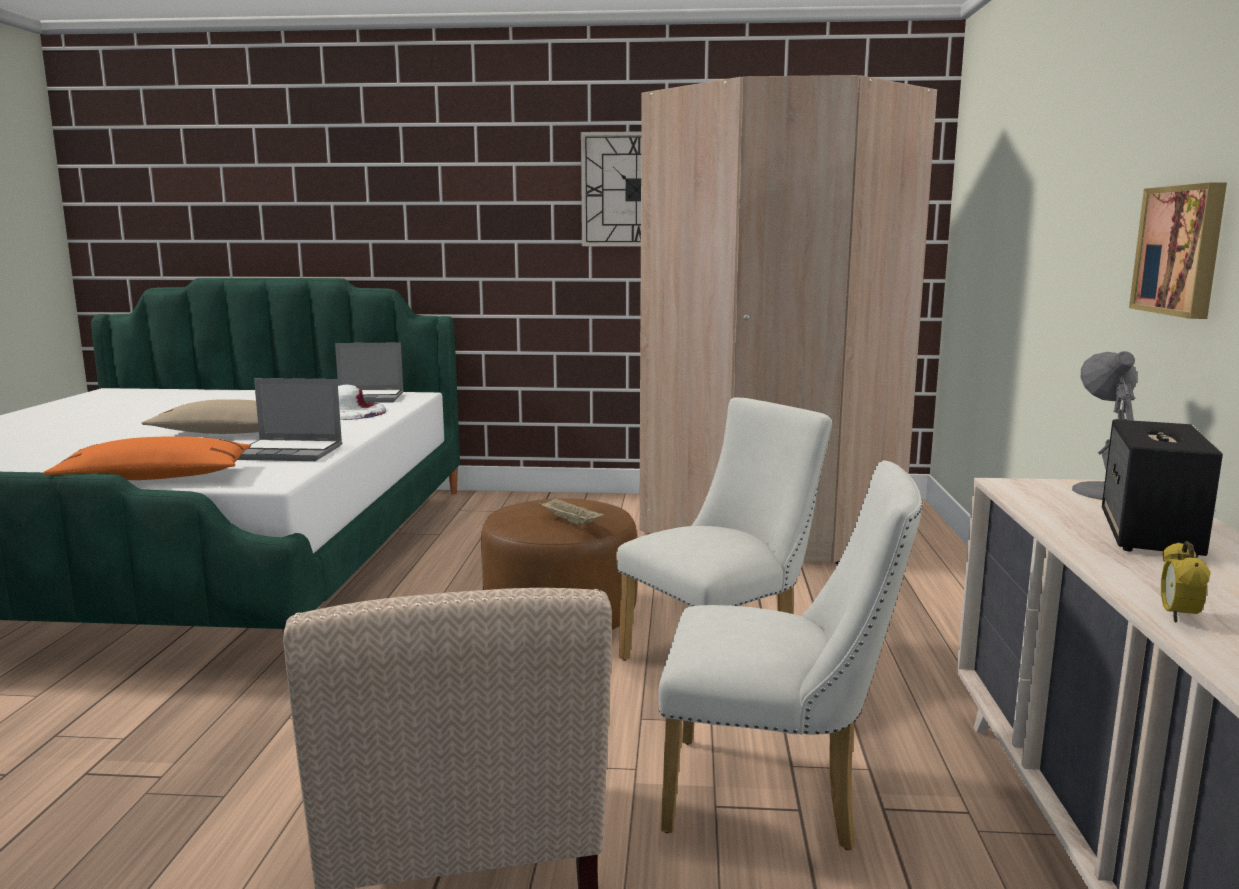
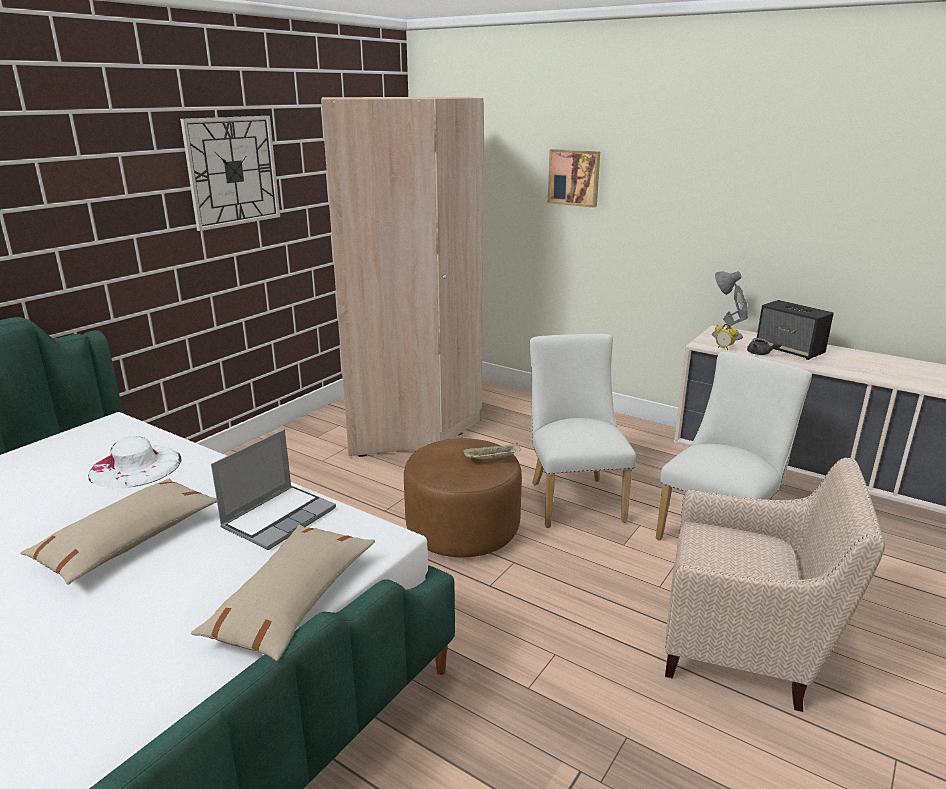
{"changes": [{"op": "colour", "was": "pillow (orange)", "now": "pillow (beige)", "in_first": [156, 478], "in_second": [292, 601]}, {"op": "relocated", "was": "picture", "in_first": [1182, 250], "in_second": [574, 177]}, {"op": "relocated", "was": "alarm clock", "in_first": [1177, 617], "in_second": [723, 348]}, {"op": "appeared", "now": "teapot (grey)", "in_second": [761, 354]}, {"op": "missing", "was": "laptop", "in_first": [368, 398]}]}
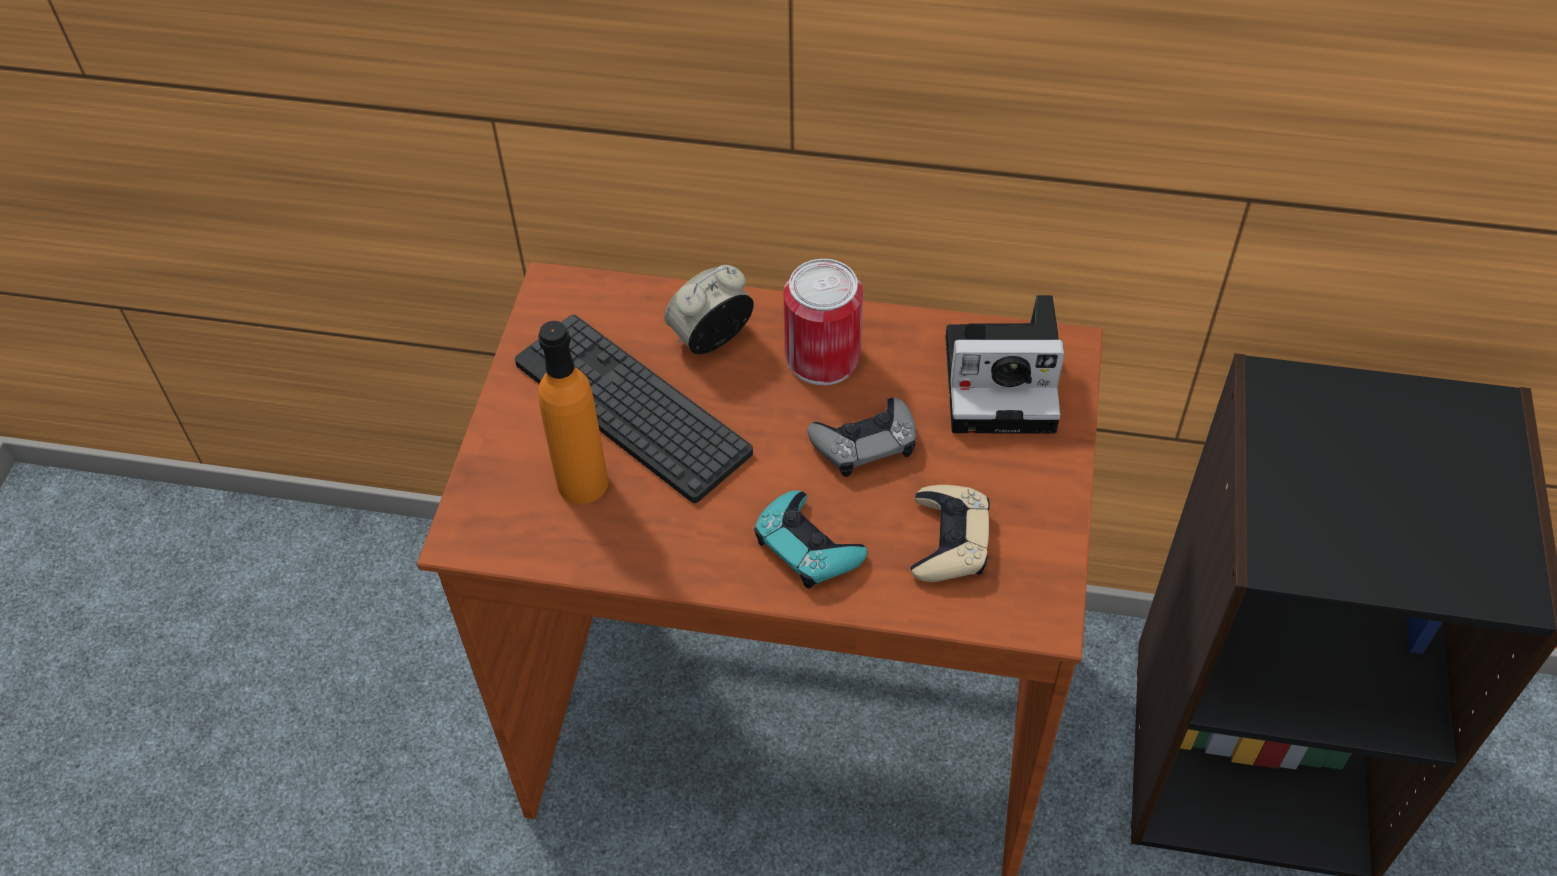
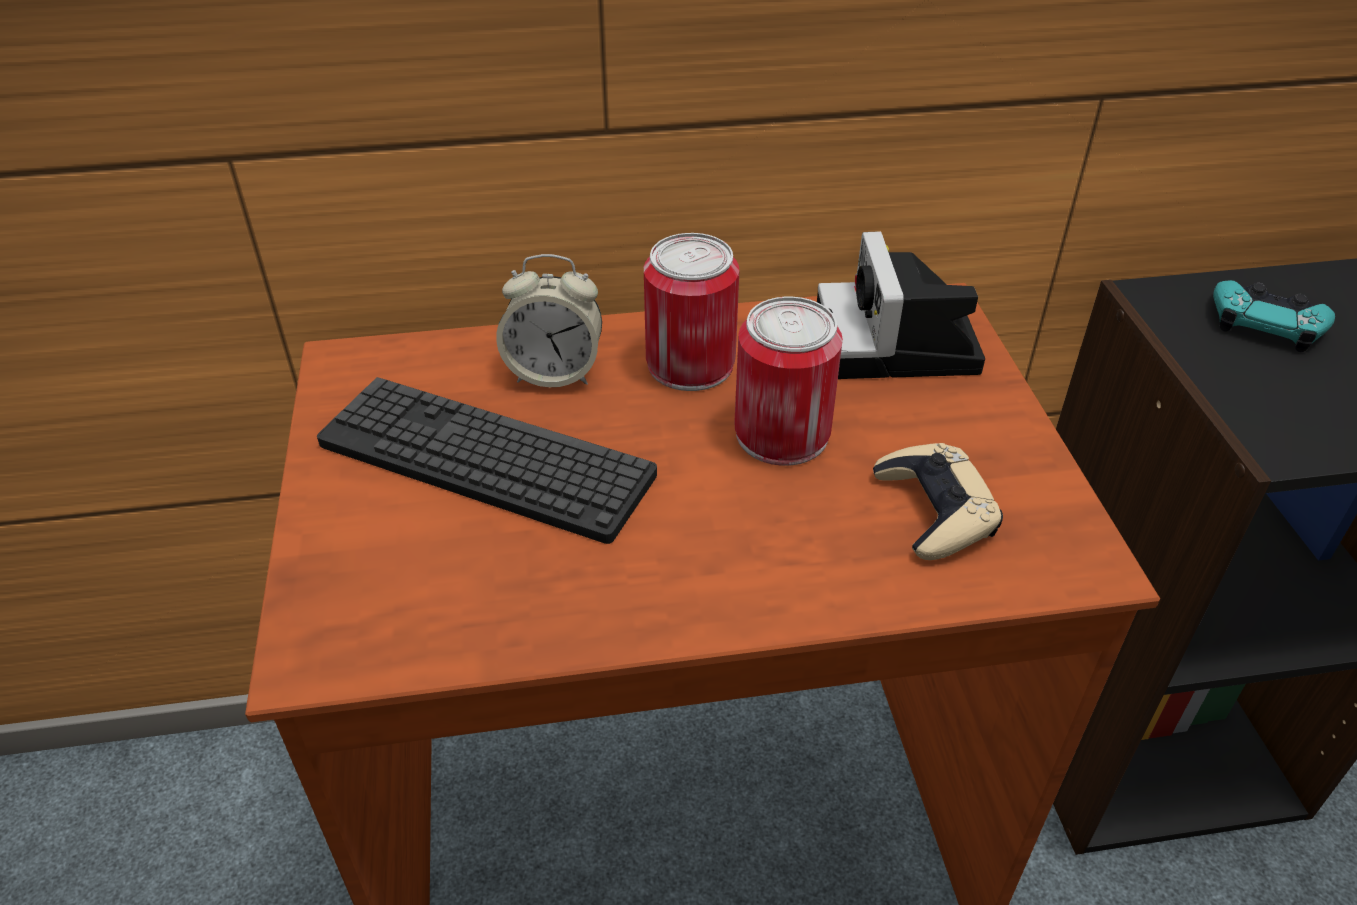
{"changes": [{"op": "spun", "was": "alarm clock", "in_first": [711, 339], "in_second": [554, 372], "clockwise": -120}, {"op": "exchanged", "was": "game controller (grey)", "now": "can", "in_first": [865, 442], "in_second": [782, 434]}, {"op": "spun", "was": "photo camera", "in_first": [1005, 381], "in_second": [899, 345], "clockwise": 105}, {"op": "relocated", "was": "game controller (turquoise)", "in_first": [807, 546], "in_second": [1266, 323]}, {"op": "missing", "was": "bottle (orange)", "in_first": [582, 483]}]}
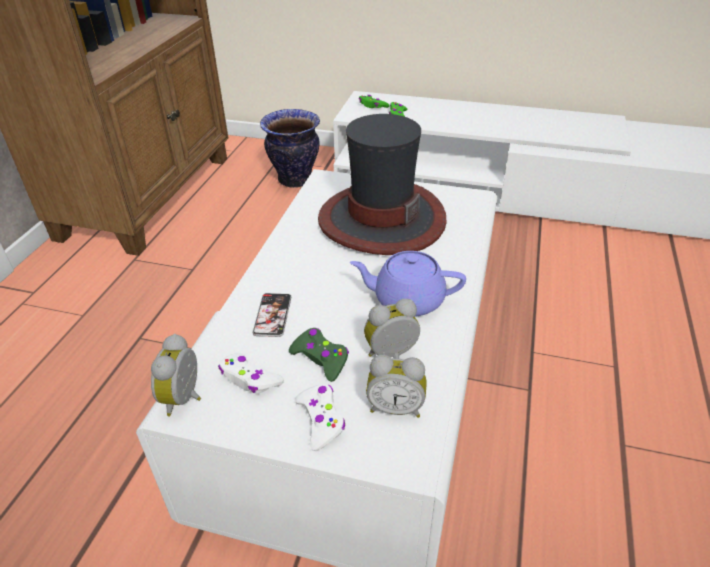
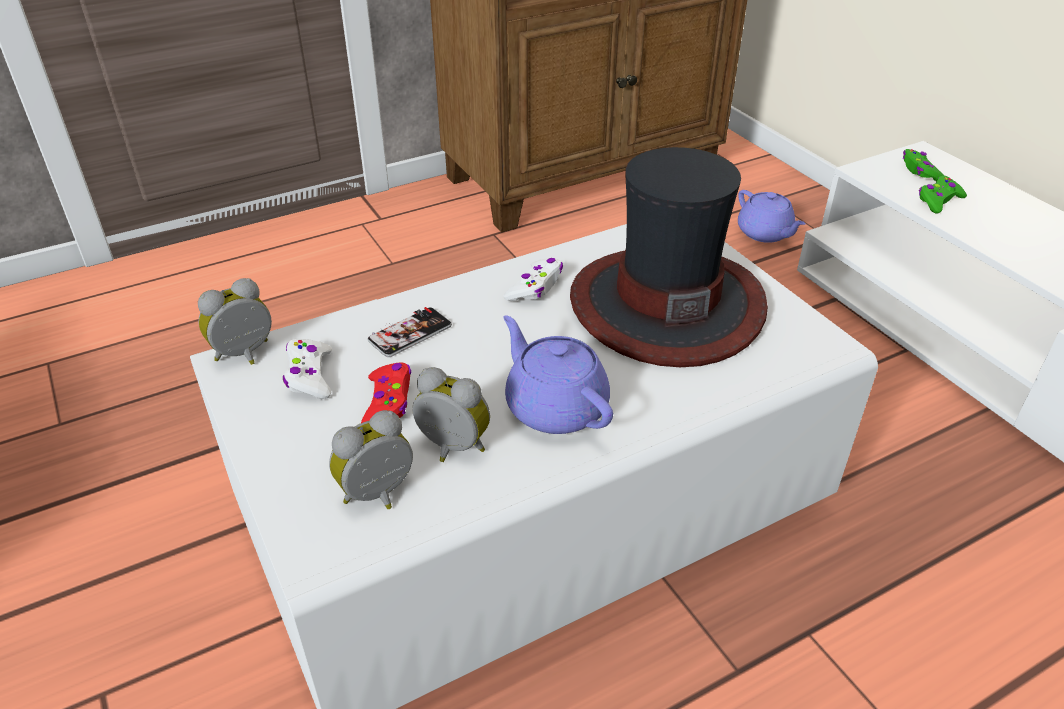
{"changes": [{"op": "spun", "was": "alarm clock", "in_first": [395, 407], "in_second": [379, 496], "clockwise": 90}, {"op": "colour", "was": "game controller (green)", "now": "game controller (red)", "in_first": [321, 358], "in_second": [388, 402]}, {"op": "relocated", "was": "game controller (white)", "in_first": [321, 420], "in_second": [535, 287]}, {"op": "exchanged", "was": "vase", "now": "teapot (purple)", "in_first": [294, 180], "in_second": [765, 233]}]}
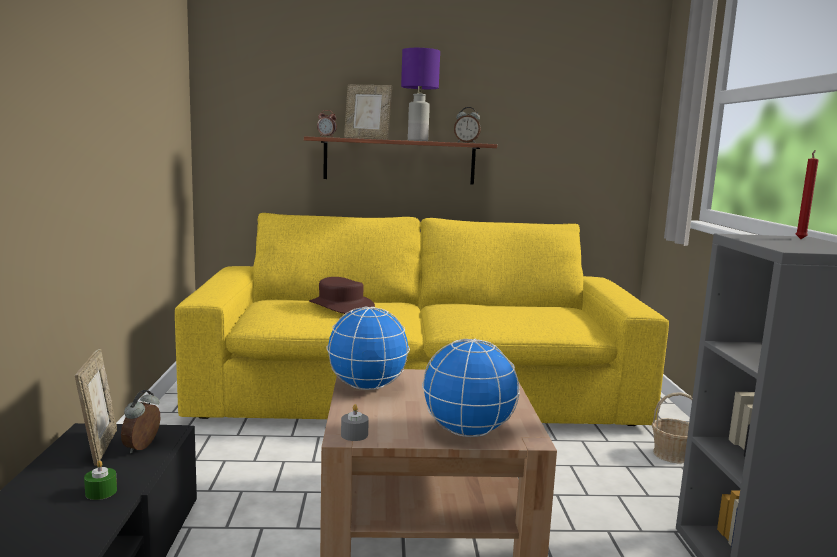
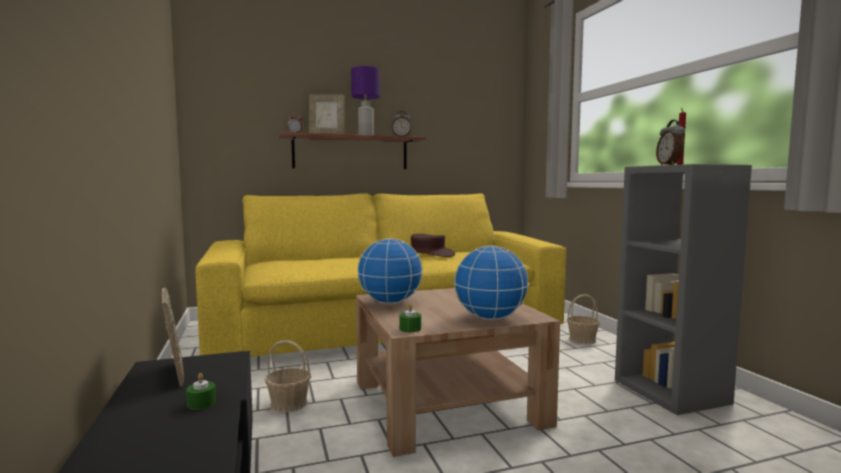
{"changes": [{"op": "appeared", "now": "basket", "in_second": [289, 404]}, {"op": "colour", "was": "candle (grey)", "now": "candle (green)", "in_first": [354, 435], "in_second": [410, 329]}, {"op": "relocated", "was": "hat (brown)", "in_first": [341, 307], "in_second": [428, 254]}, {"op": "relocated", "was": "alarm clock", "in_first": [143, 447], "in_second": [669, 165]}]}
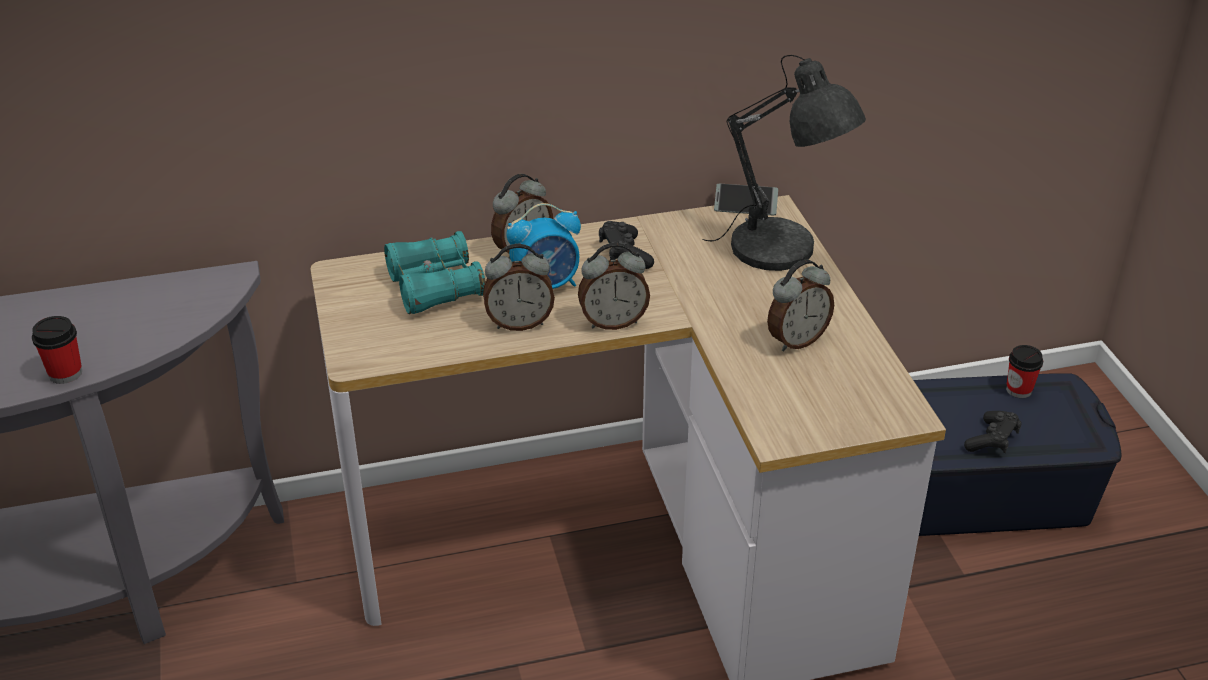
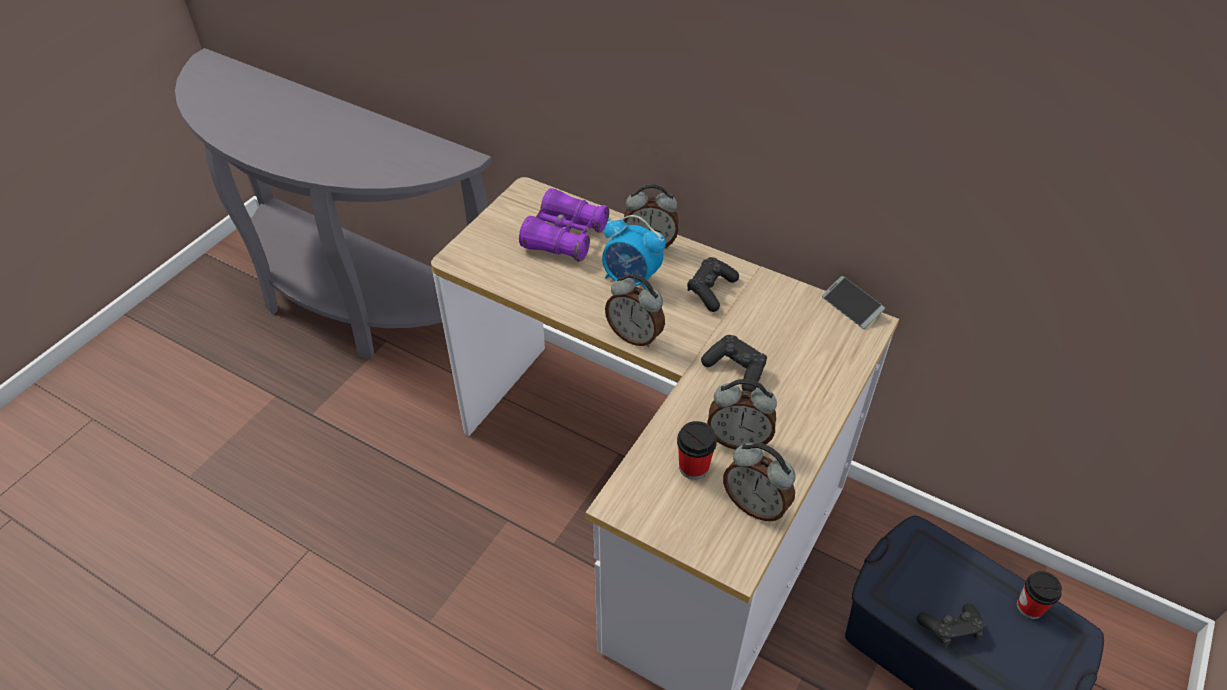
{"changes": [{"op": "colour", "was": "binoculars (turquoise)", "now": "binoculars (purple)", "in_first": [435, 287], "in_second": [565, 237]}, {"op": "relocated", "was": "cup", "in_first": [65, 373], "in_second": [693, 467]}, {"op": "appeared", "now": "game controller (black)", "in_second": [736, 370]}, {"op": "relocated", "was": "alarm clock", "in_first": [519, 323], "in_second": [755, 505]}, {"op": "missing", "was": "table lamp (grey)", "in_first": [781, 252]}]}
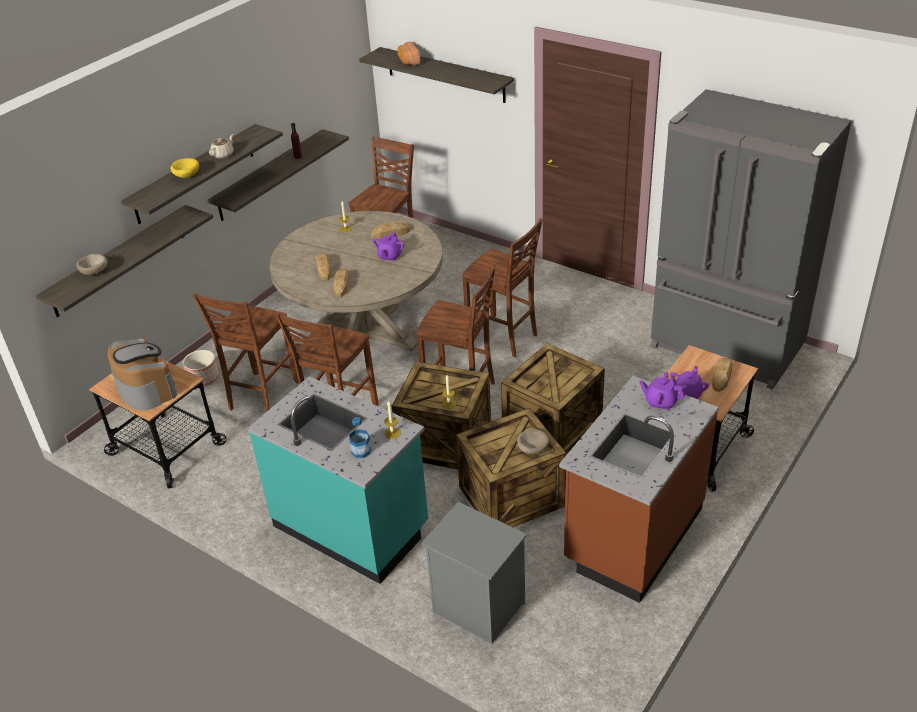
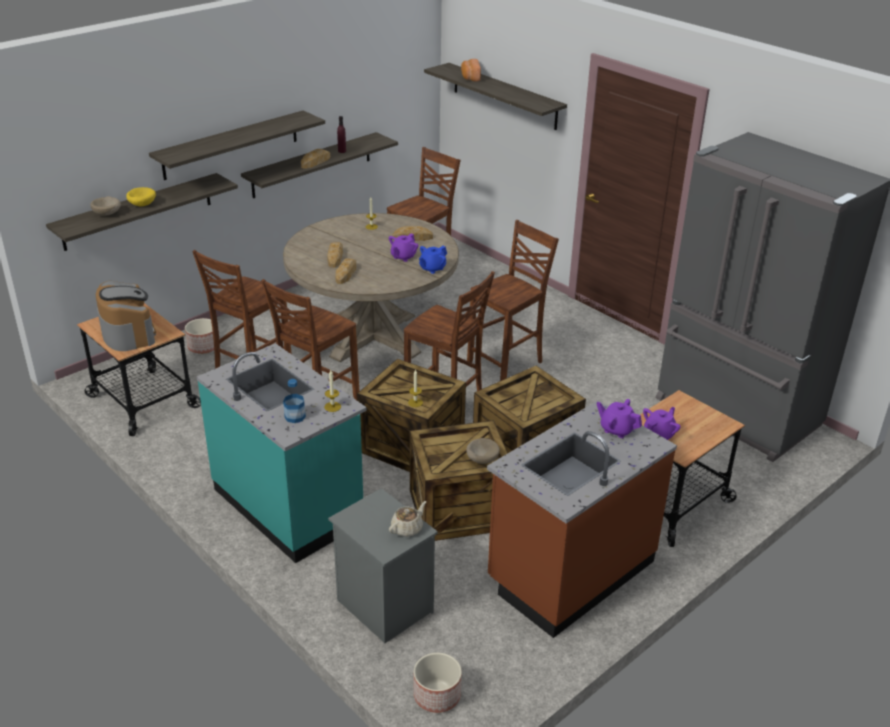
{"changes": [{"op": "relocated", "was": "bowl (yellow)", "in_first": [186, 176], "in_second": [142, 204]}, {"op": "relocated", "was": "bread", "in_first": [722, 376], "in_second": [316, 162]}, {"op": "relocated", "was": "teapot (beige)", "in_first": [223, 154], "in_second": [407, 528]}, {"op": "appeared", "now": "planter", "in_second": [437, 695]}, {"op": "appeared", "now": "teapot (blue)", "in_second": [432, 268]}, {"op": "spun", "was": "chair (brown)", "in_first": [503, 338], "in_second": [507, 363], "clockwise": -90}]}
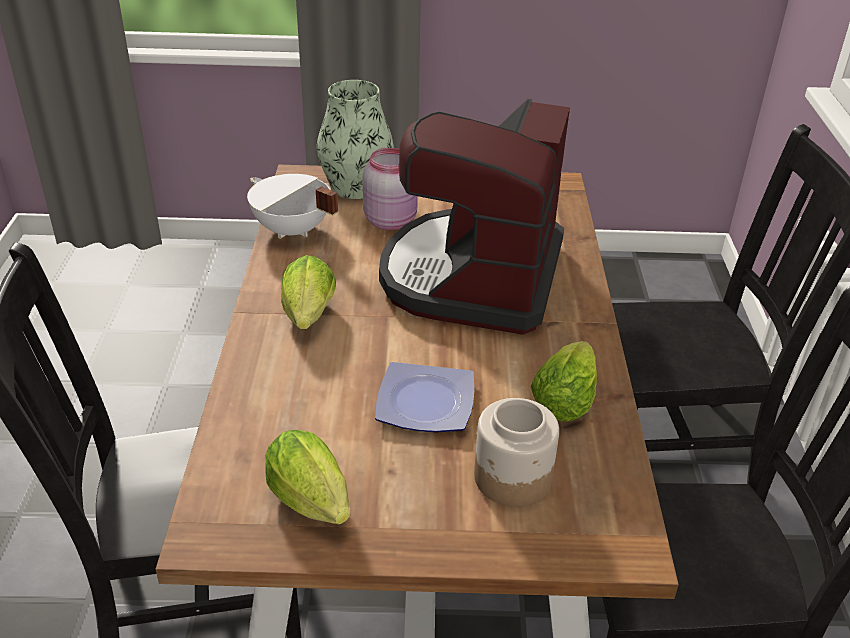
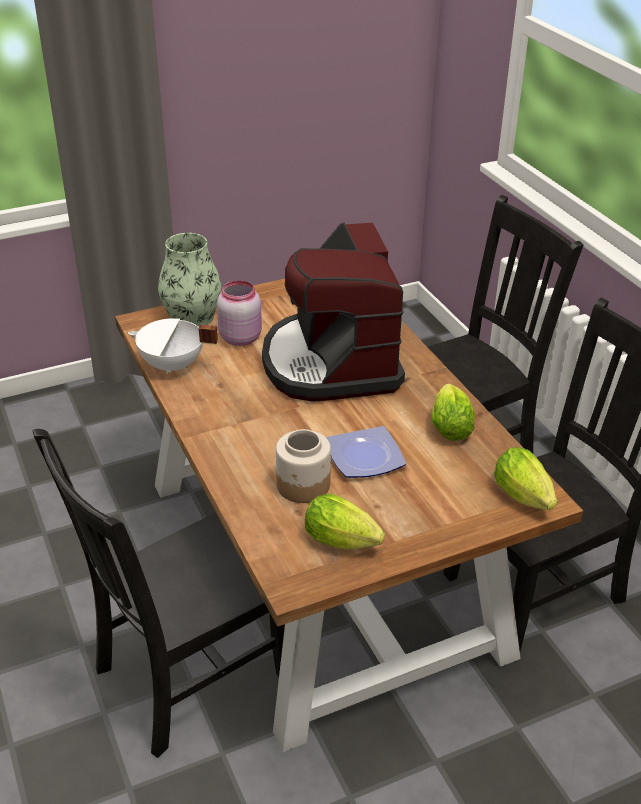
{"changes": [{"op": "relocated", "was": "jar", "in_first": [512, 478], "in_second": [303, 485]}, {"op": "relocated", "was": "lettuce", "in_first": [308, 318], "in_second": [525, 499]}]}
